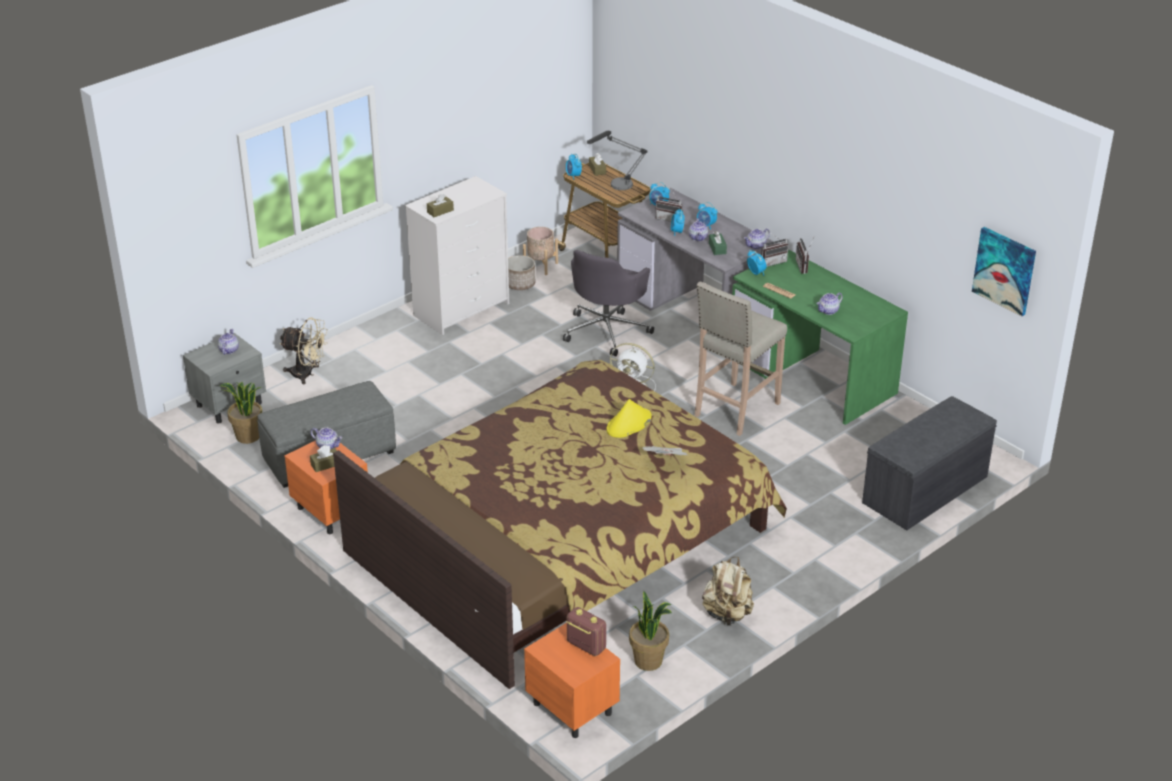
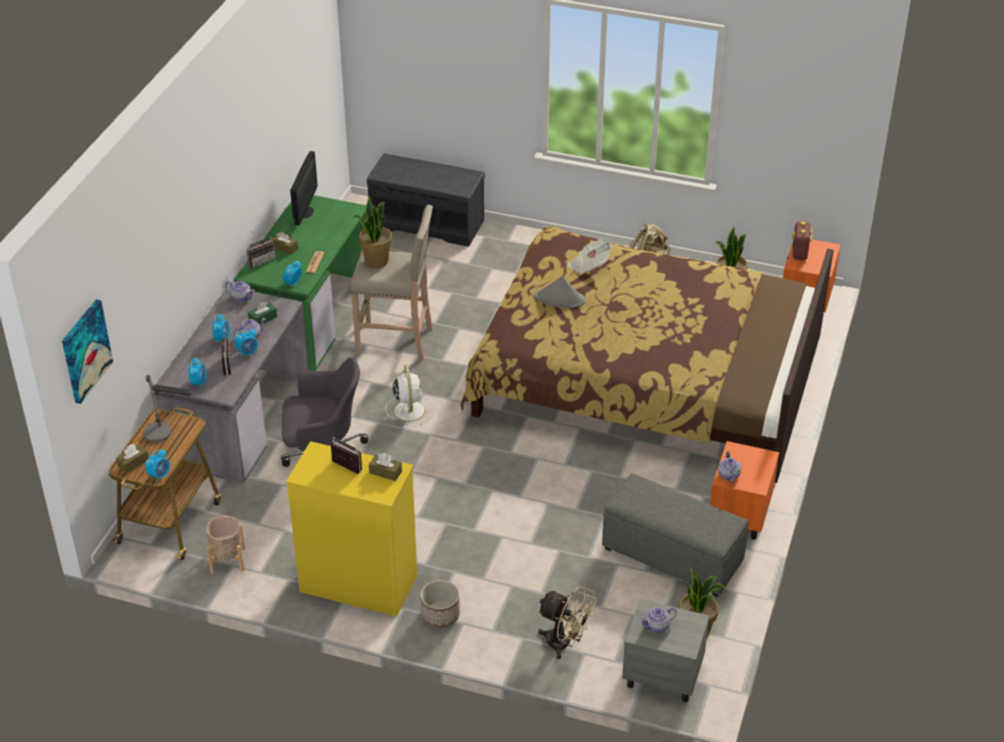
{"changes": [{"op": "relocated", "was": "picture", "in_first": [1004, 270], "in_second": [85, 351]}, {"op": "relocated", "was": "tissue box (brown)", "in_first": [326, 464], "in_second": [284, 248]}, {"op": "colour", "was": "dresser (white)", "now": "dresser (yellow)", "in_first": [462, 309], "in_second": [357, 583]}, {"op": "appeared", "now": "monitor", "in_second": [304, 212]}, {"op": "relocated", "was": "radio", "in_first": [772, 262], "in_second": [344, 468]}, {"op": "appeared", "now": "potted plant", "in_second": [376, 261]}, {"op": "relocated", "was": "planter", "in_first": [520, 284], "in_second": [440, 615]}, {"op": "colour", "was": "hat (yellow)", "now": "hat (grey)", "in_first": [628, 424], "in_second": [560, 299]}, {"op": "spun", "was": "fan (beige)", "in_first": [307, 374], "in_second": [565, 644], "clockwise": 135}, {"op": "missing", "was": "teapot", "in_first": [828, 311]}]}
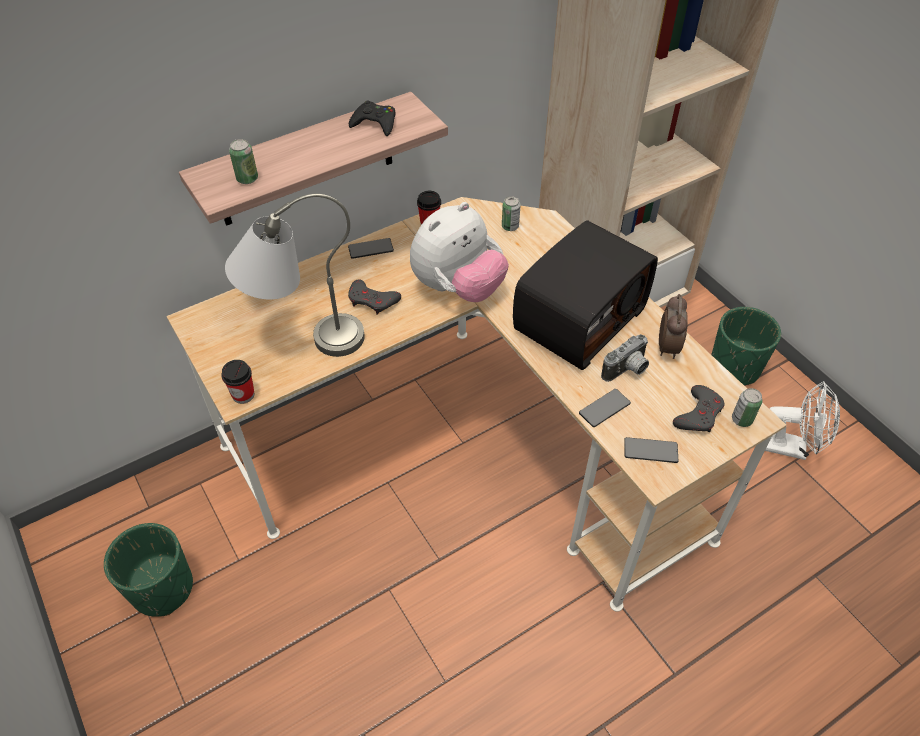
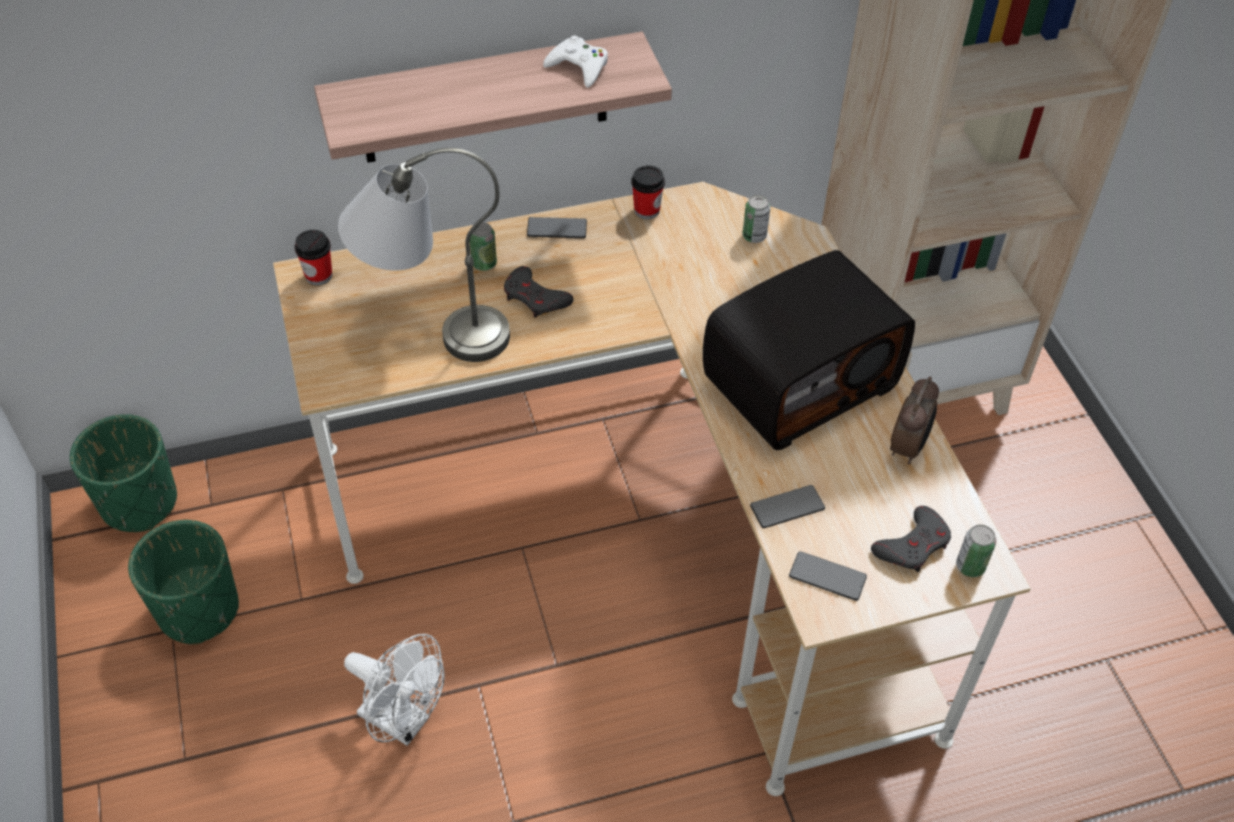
{"changes": [{"op": "relocated", "was": "planter (green)", "in_first": [734, 367], "in_second": [139, 503]}, {"op": "relocated", "was": "cup", "in_first": [243, 395], "in_second": [319, 276]}, {"op": "relocated", "was": "fan (white)", "in_first": [792, 447], "in_second": [403, 721]}, {"op": "relocated", "was": "can", "in_first": [247, 179], "in_second": [484, 264]}, {"op": "colour", "was": "game controller (black)", "now": "game controller (white)", "in_first": [375, 123], "in_second": [579, 67]}, {"op": "missing", "was": "plush toy", "in_first": [458, 288]}, {"op": "missing", "was": "photo camera", "in_first": [627, 371]}]}
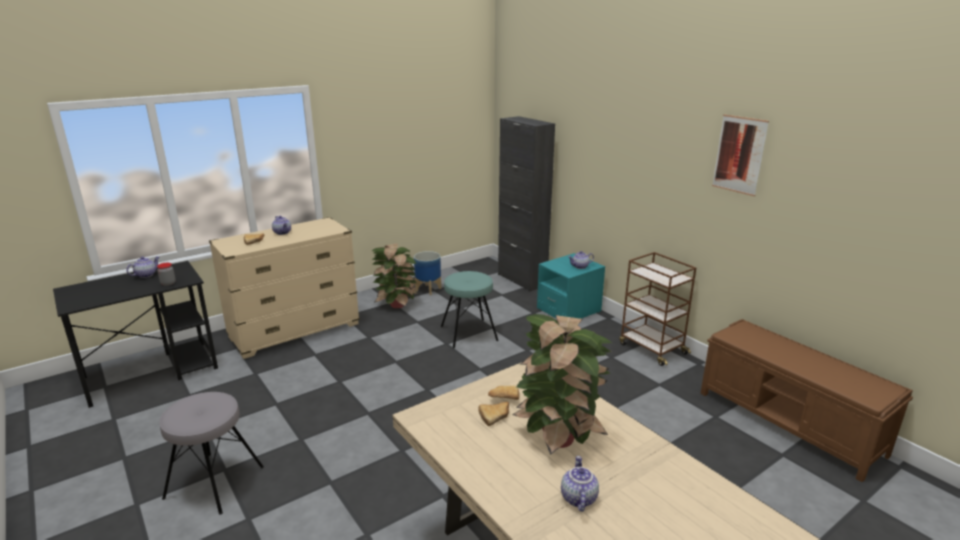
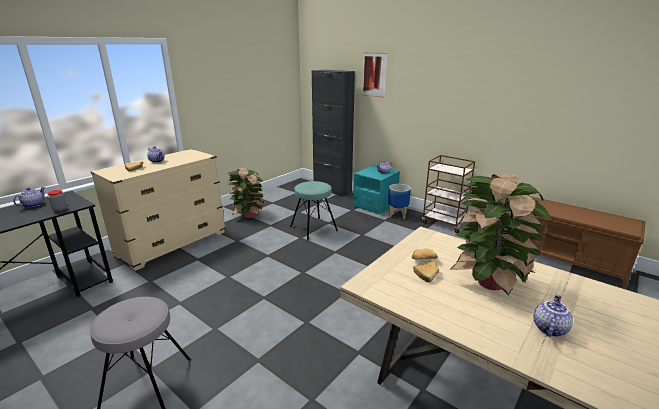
{"changes": [{"op": "relocated", "was": "picture", "in_first": [739, 155], "in_second": [374, 75]}, {"op": "relocated", "was": "planter", "in_first": [428, 289], "in_second": [397, 215]}, {"op": "spun", "was": "teapot", "in_first": [577, 498], "in_second": [548, 328], "clockwise": 45}]}
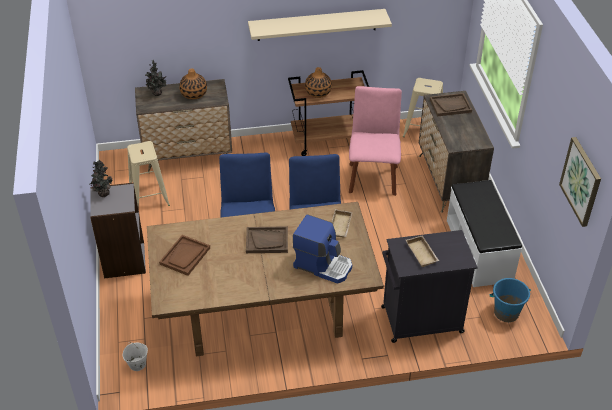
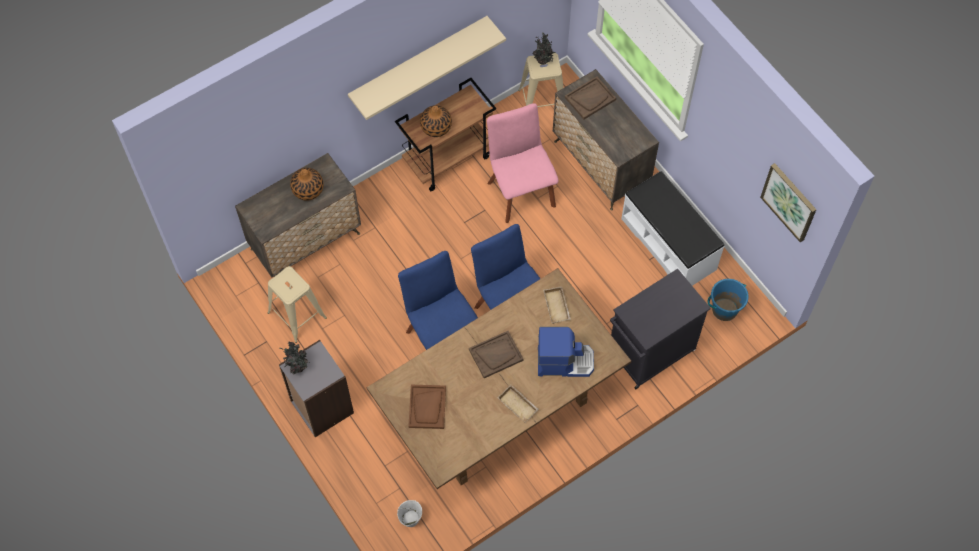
{"changes": [{"op": "relocated", "was": "tray (beige)", "in_first": [422, 253], "in_second": [519, 405]}, {"op": "relocated", "was": "potted plant", "in_first": [157, 94], "in_second": [543, 61]}]}
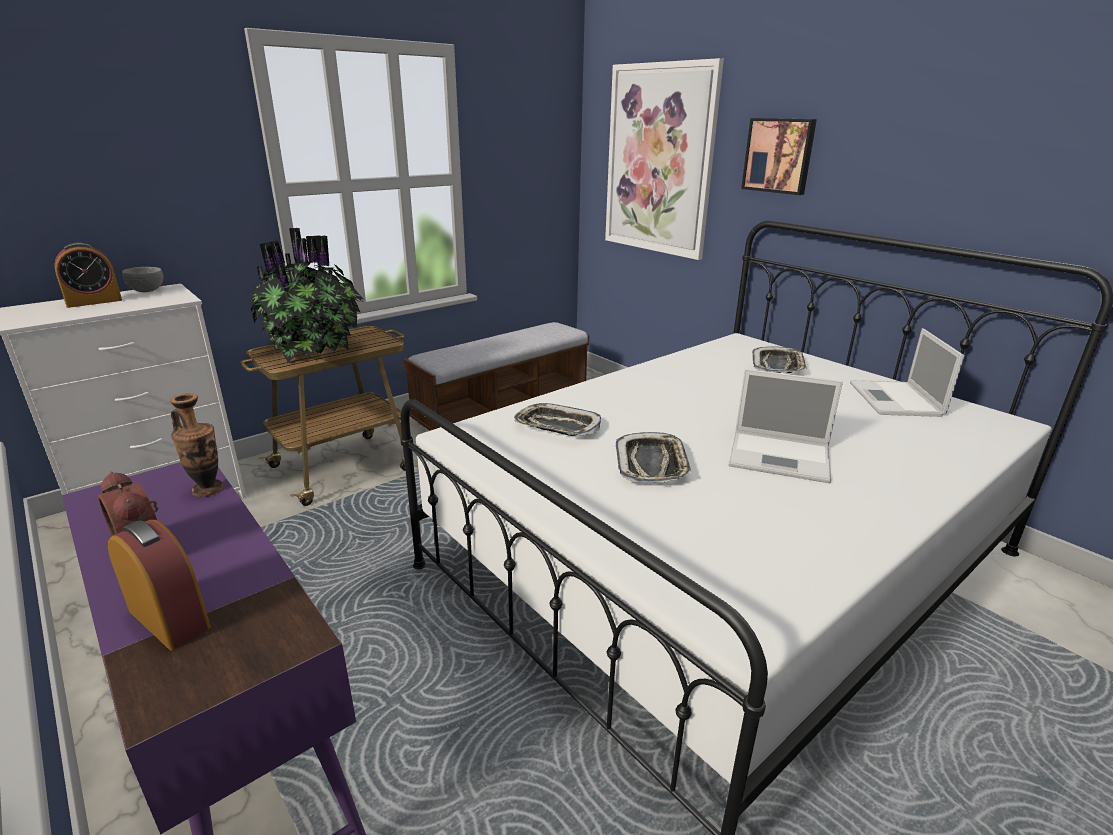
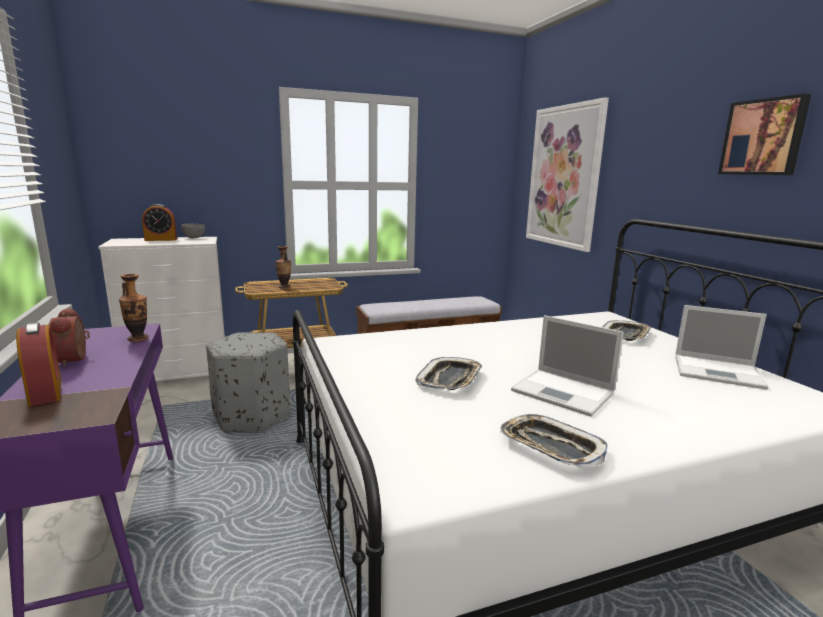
{"changes": [{"op": "appeared", "now": "ottoman (grey)", "in_second": [252, 415]}, {"op": "exchanged", "was": "potted plant", "now": "vase", "in_first": [316, 351], "in_second": [284, 287]}, {"op": "relocated", "was": "tray", "in_first": [557, 426], "in_second": [551, 446]}, {"op": "spun", "was": "laptop", "in_first": [896, 400], "in_second": [719, 372], "clockwise": -90}, {"op": "relocated", "was": "picture", "in_first": [779, 155], "in_second": [763, 137]}]}
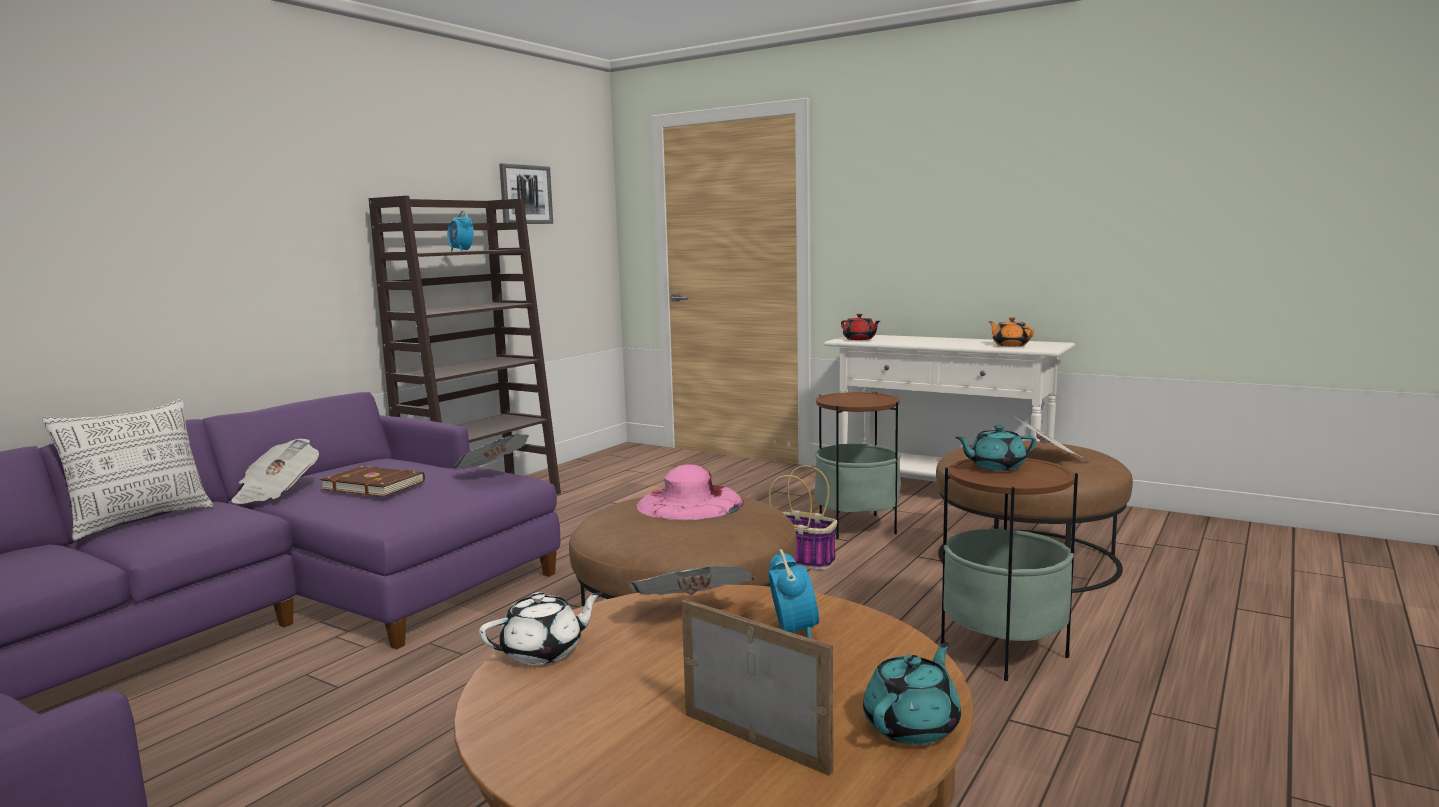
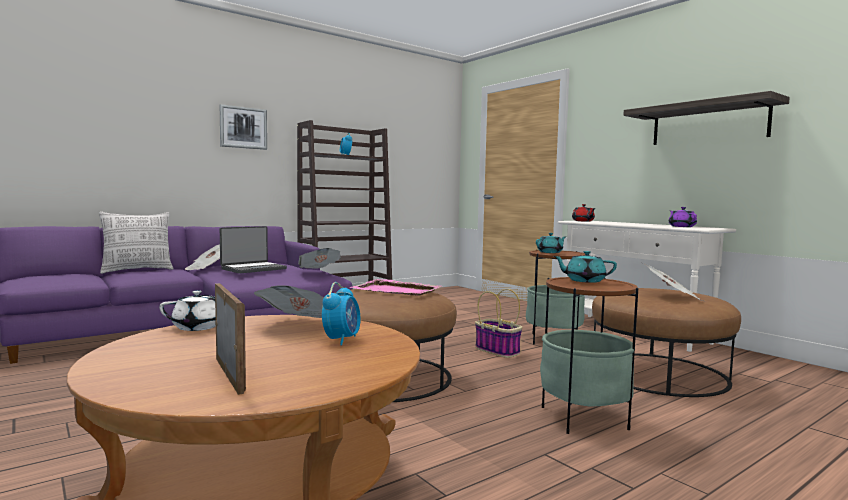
{"changes": [{"op": "relocated", "was": "picture", "in_first": [525, 194], "in_second": [243, 127]}, {"op": "exchanged", "was": "book (brown)", "now": "laptop", "in_first": [374, 485], "in_second": [253, 269]}, {"op": "exchanged", "was": "hat (pink)", "now": "tray (pink)", "in_first": [690, 503], "in_second": [397, 290]}, {"op": "relocated", "was": "teapot (turquoise)", "in_first": [913, 726], "in_second": [550, 252]}, {"op": "appeared", "now": "shelf", "in_second": [708, 123]}, {"op": "colour", "was": "teapot (orange)", "now": "teapot (purple)", "in_first": [1010, 345], "in_second": [681, 226]}]}
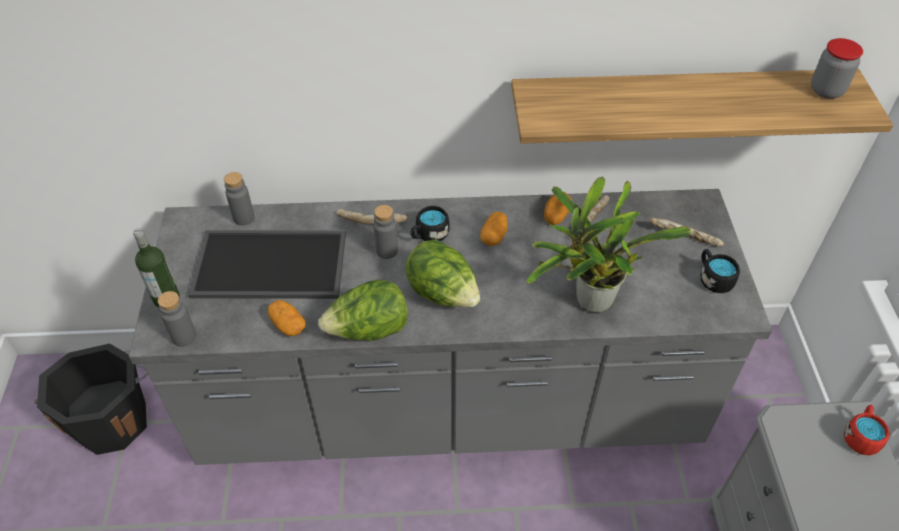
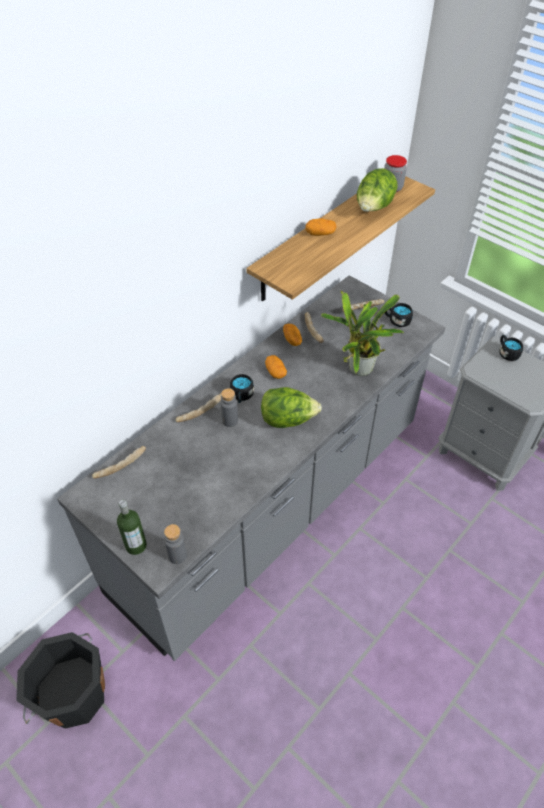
{"changes": [{"op": "exchanged", "was": "bottle (grey)", "now": "bread", "in_first": [244, 218], "in_second": [120, 465]}, {"op": "relocated", "was": "potato", "in_first": [288, 325], "in_second": [320, 234]}, {"op": "relocated", "was": "lettuce", "in_first": [368, 331], "in_second": [373, 209]}, {"op": "colour", "was": "mug (red)", "now": "mug (black)", "in_first": [861, 436], "in_second": [507, 353]}, {"op": "missing", "was": "tray", "in_first": [268, 266]}]}
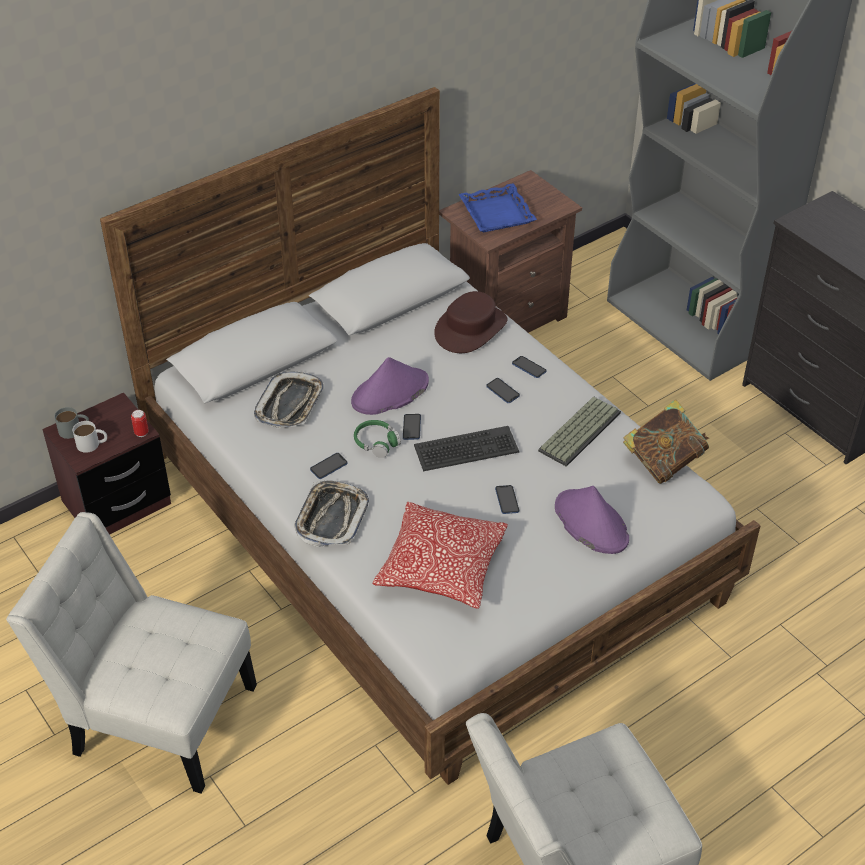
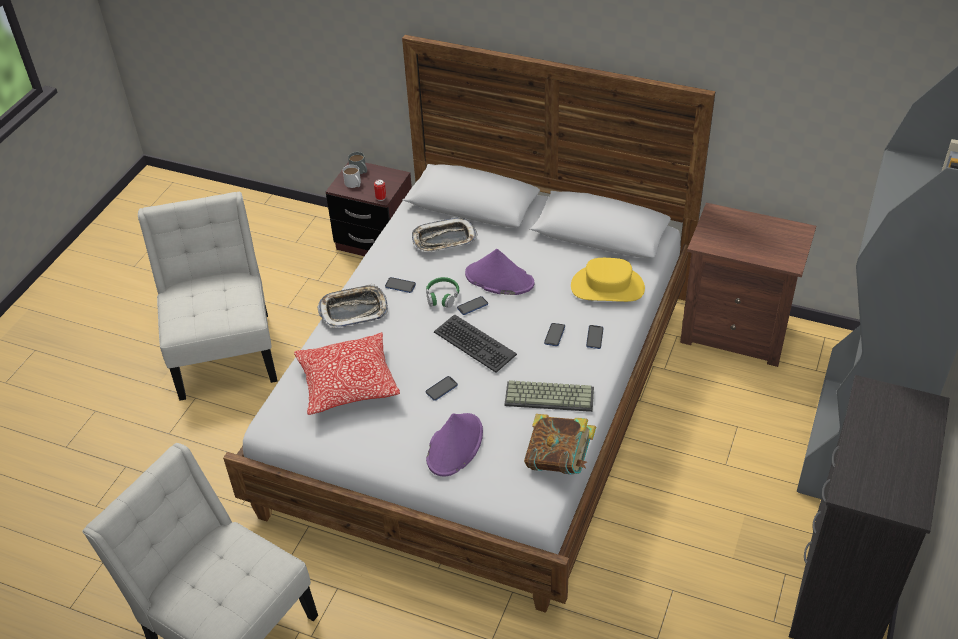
{"changes": [{"op": "colour", "was": "hat (brown)", "now": "hat (yellow)", "in_first": [470, 328], "in_second": [607, 287]}, {"op": "missing", "was": "tray (blue)", "in_first": [497, 213]}]}
